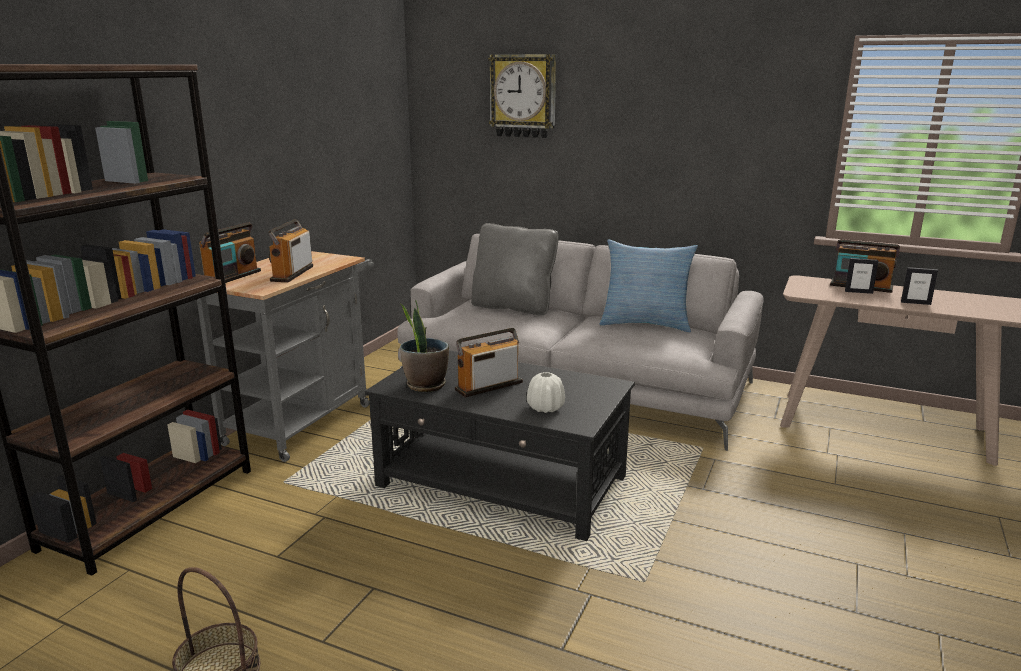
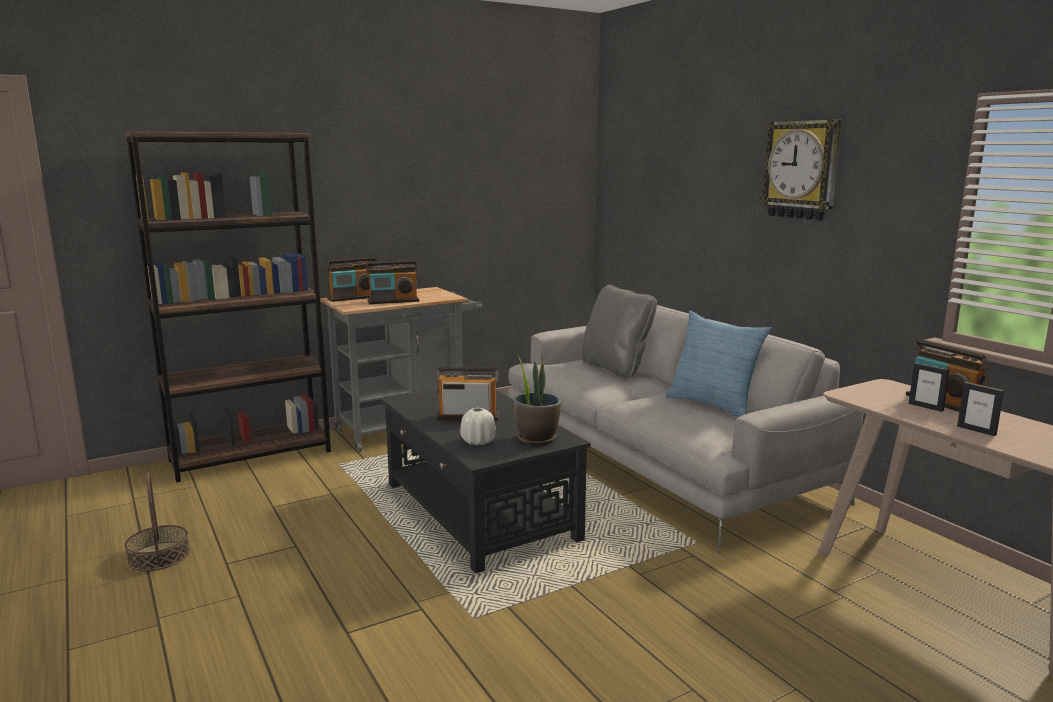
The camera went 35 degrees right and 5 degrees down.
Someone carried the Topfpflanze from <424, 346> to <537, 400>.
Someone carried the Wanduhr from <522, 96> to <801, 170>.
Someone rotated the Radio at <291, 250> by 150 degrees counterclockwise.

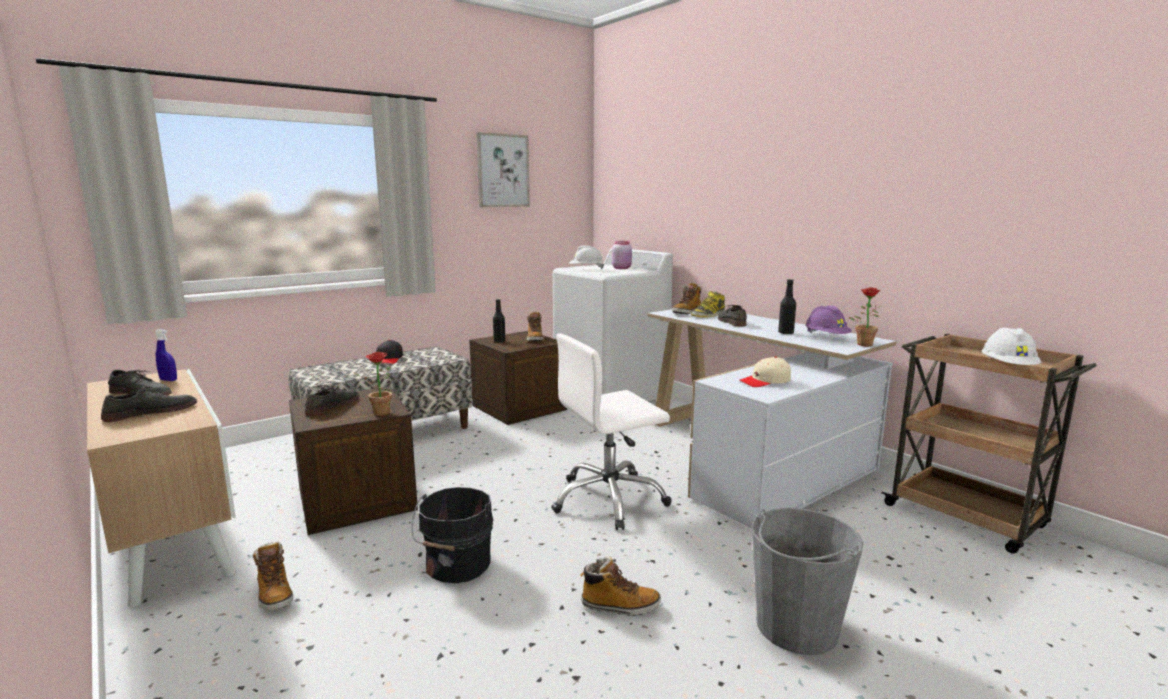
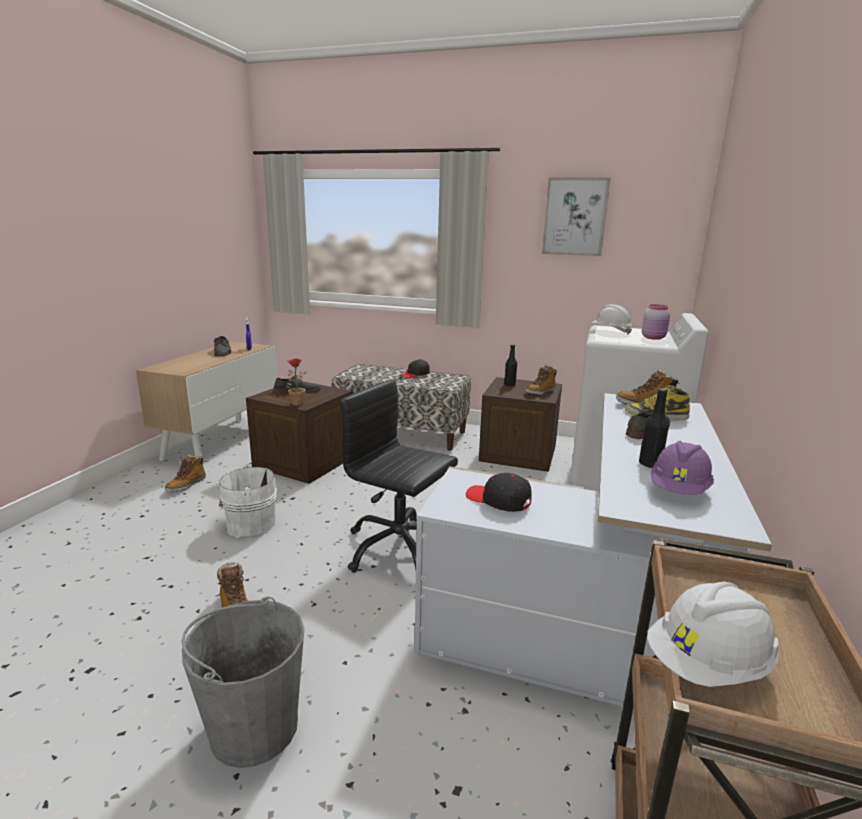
The camera went 55 degrees right and 5 degrees up.
Someone took away the Schuh [grau] at <149, 404>.
Someone took away the Topfpflanze at <865, 316>.
Someone repainted the Eimer [schwarz] at <452, 535>, which became the Eimer [weiß] at <248, 500>.
Someone repainted the Bürostuhl [weiß] at <611, 431>, which became the Bürostuhl [schwarz] at <399, 476>.
Someone repainted the Kappe [beige] at <765, 372>, which became the Kappe [schwarz] at <499, 492>.

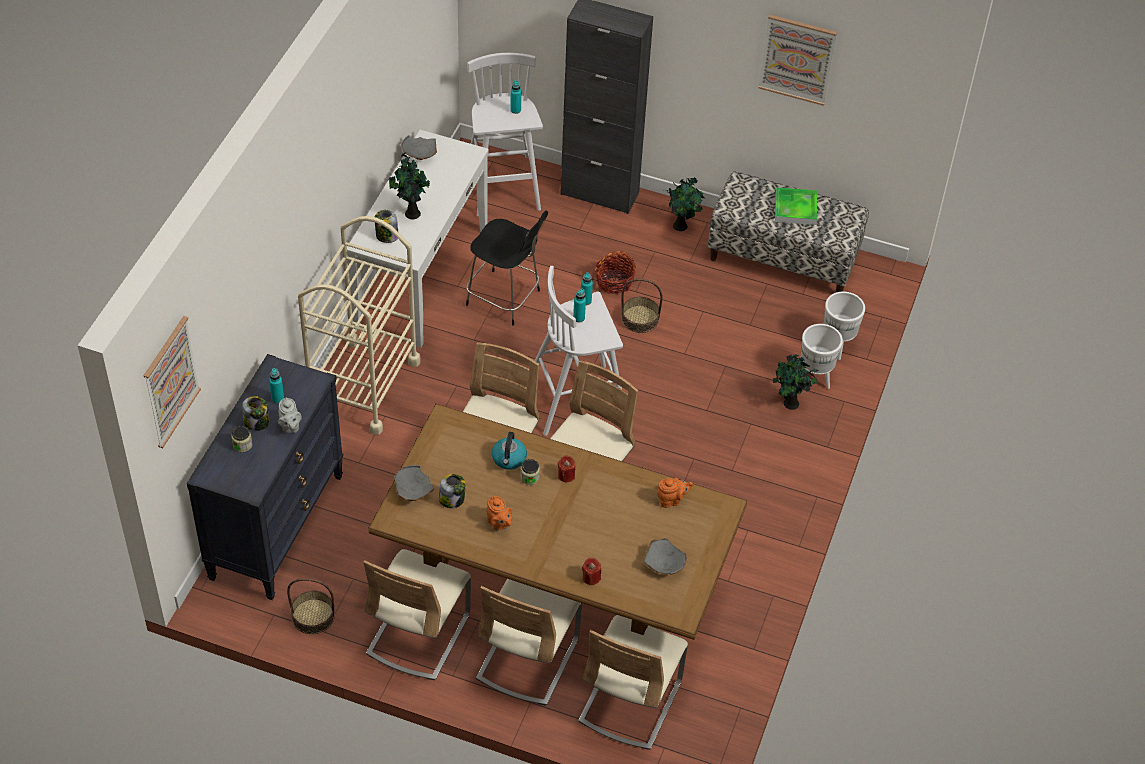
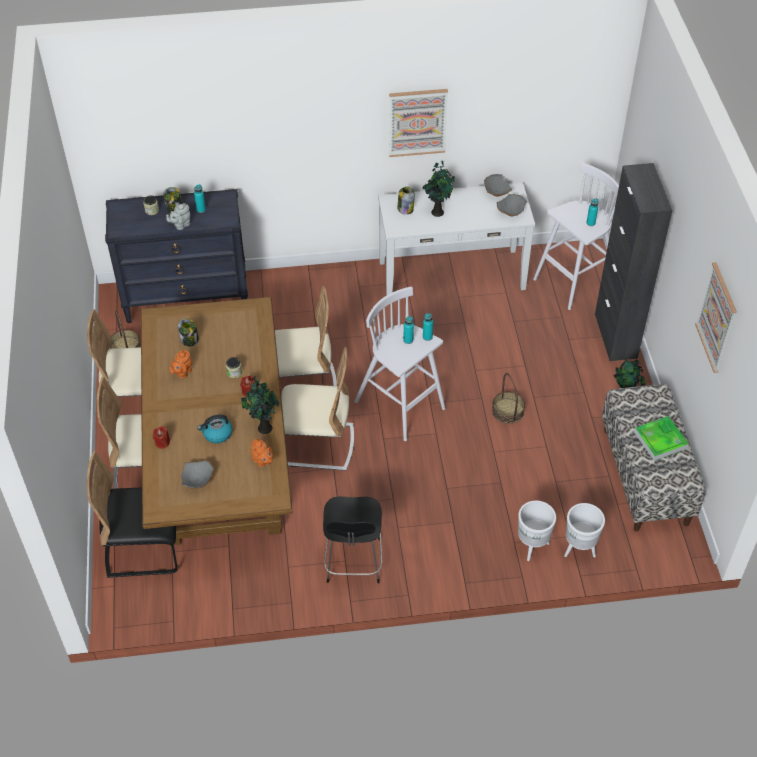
The camera went 65 degrees right and 0 degrees up.
Someone took away the Rollwagen [beige] at <359, 325>.
Someone took away the Korb at <615, 273>.
Someone carried the Bild from <172, 382> to <418, 123>.
Someone carried the Schüssel [grau] from <414, 483> to <512, 205>.
Someone carried the Hocker [schwarz] from <507, 268> to <352, 539>.
Someone carried the Wasserkessel from <509, 451> to <214, 428>.
Someone carried the Topfpflanze from <796, 382> to <260, 405>.
Someone repainted the Stuhl [beige] at <633, 682>, which became the Stuhl [schwarz] at <132, 514>.

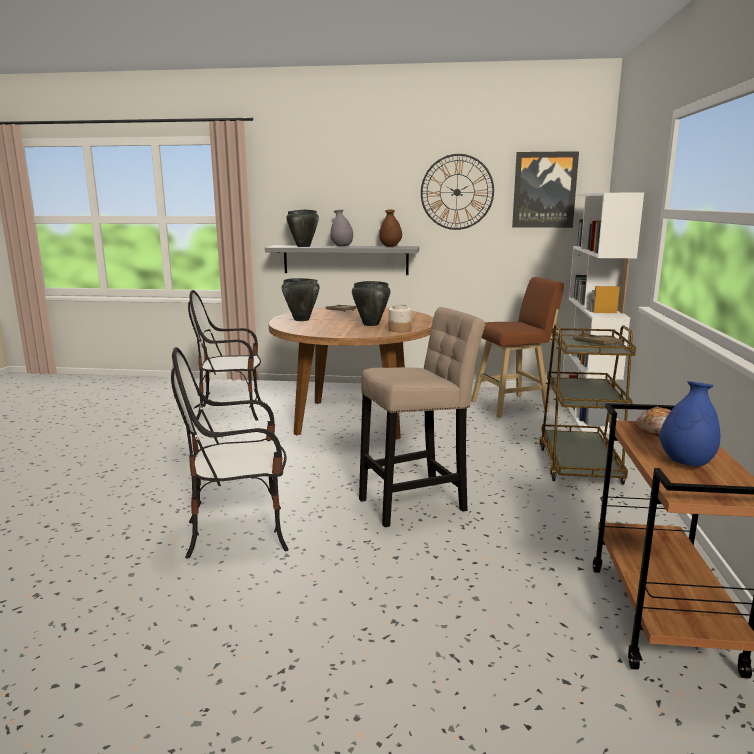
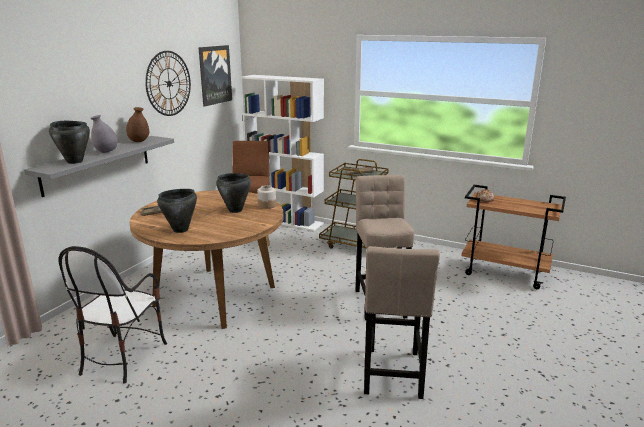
The camera went 70 degrees left and 5 degrees up.
Someone took away the Vase [blau] at <689, 423>.
Someone swapped the Stuhl at <230, 452> for the Hocker [beige] at <402, 322>.

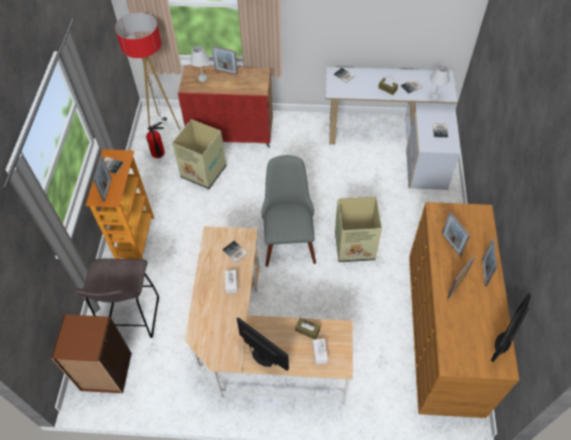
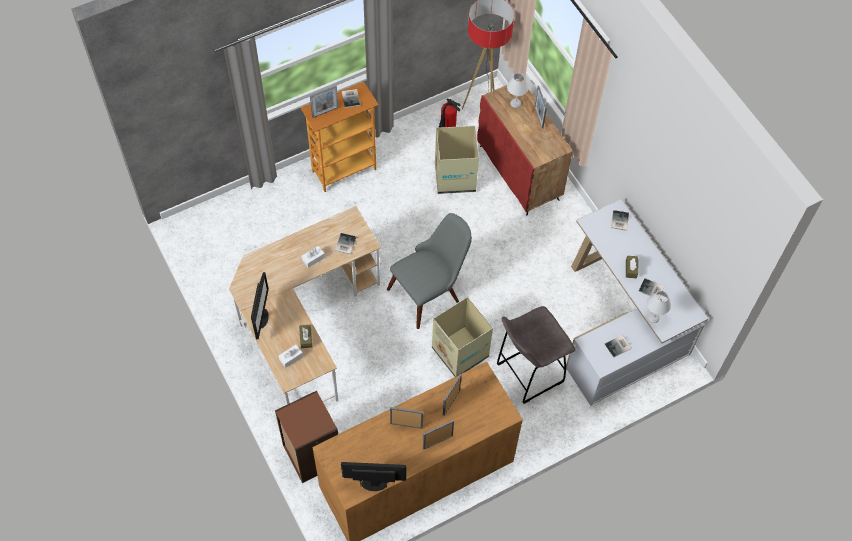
The camera went 55 degrees right and 5 degrees up.
Someone carried the Bücherregal [braun] from <91, 354> to <306, 437>.
Someone carried the Hocker [grau] from <116, 298> to <535, 355>.

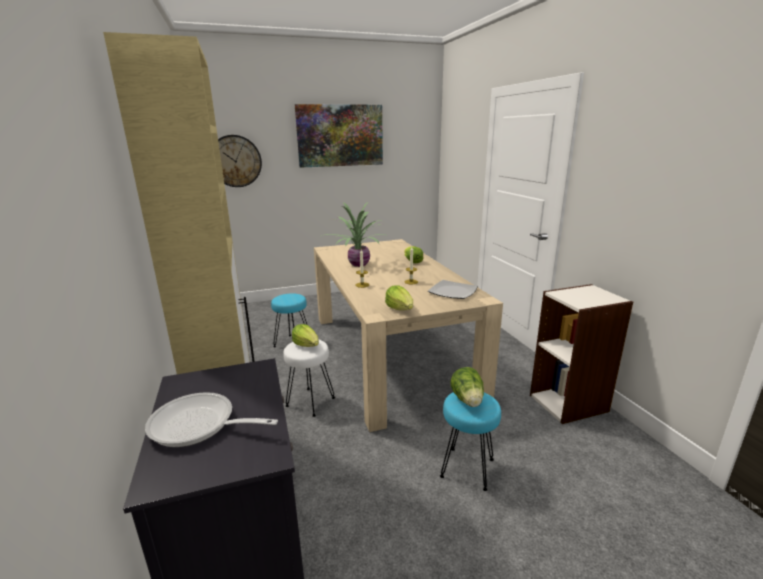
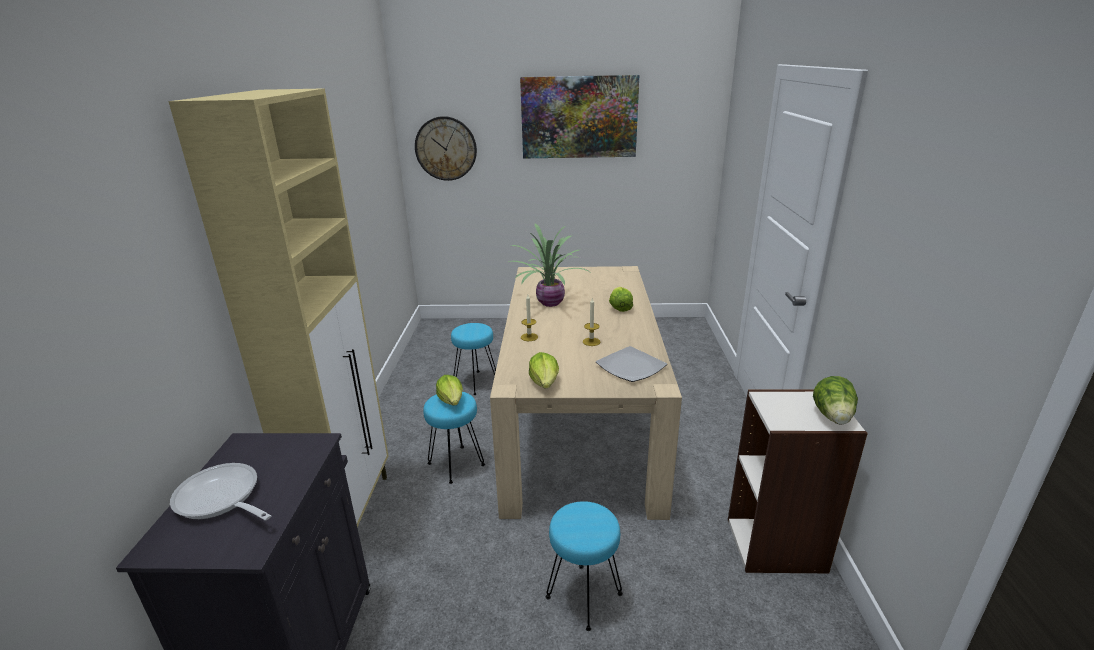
The camera went 20 degrees right and 5 degrees up.
Someone carried the Salatkopf from <467, 387> to <835, 400>.
Someone repainted the Hocker [weiß] at <309, 378>, which became the Hocker [türkis] at <454, 438>.

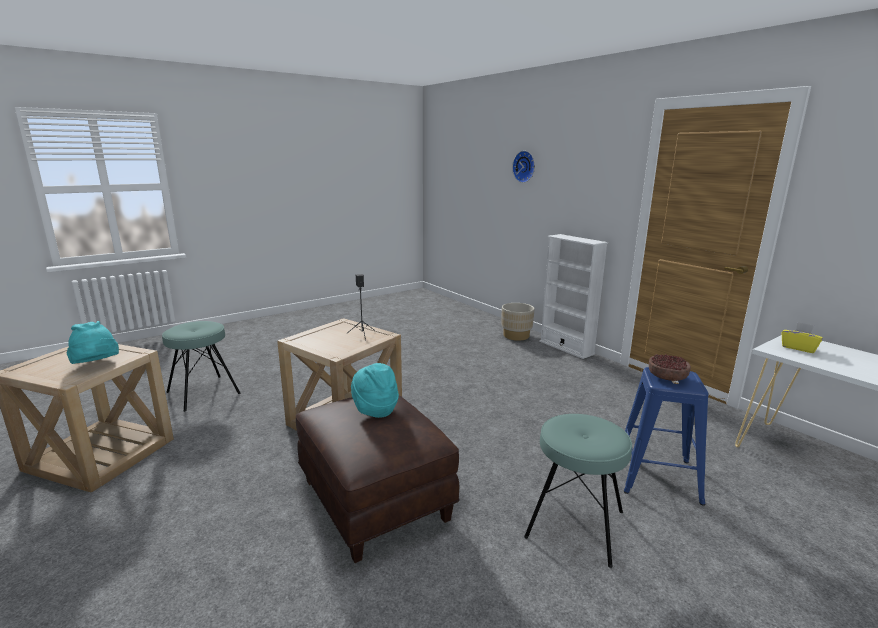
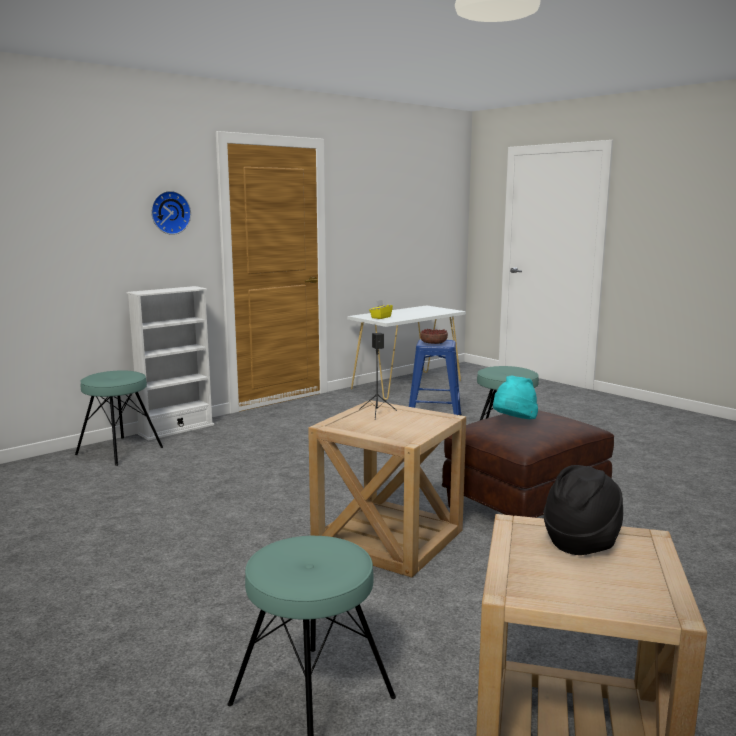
The camera went 95 degrees left and 5 degrees down.
Someone carried the Wanduhr from <523, 167> to <171, 213>.
Someone swapped the Pflanzkübel [beige] at <518, 322> for the Hocker [türkis] at <119, 418>.
Someone repainted the Hut [türkis] at <93, 342>, which became the Hut [schwarz] at <583, 510>.

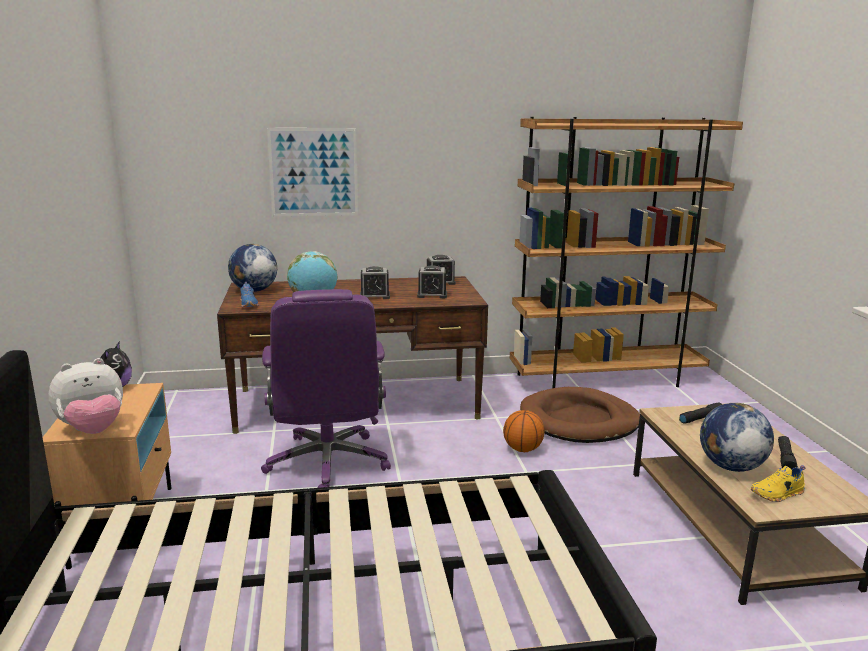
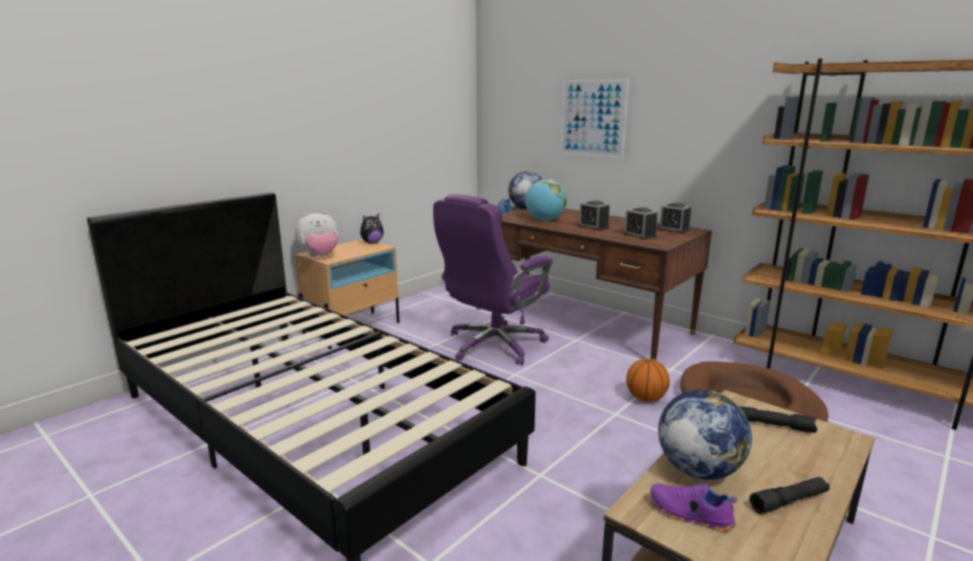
The camera went 50 degrees right and 0 degrees up.
Someone repainted the Schuh [gelb] at <778, 483>, which became the Schuh [lila] at <693, 507>.
Someone rotated the Plüschtier at <86, 396> by 45 degrees counterclockwise.

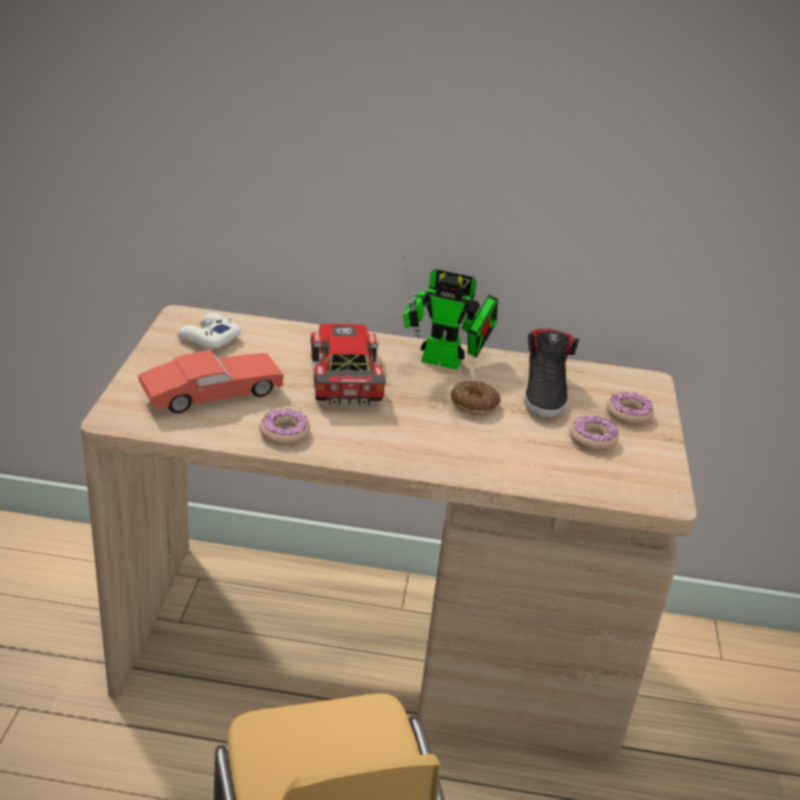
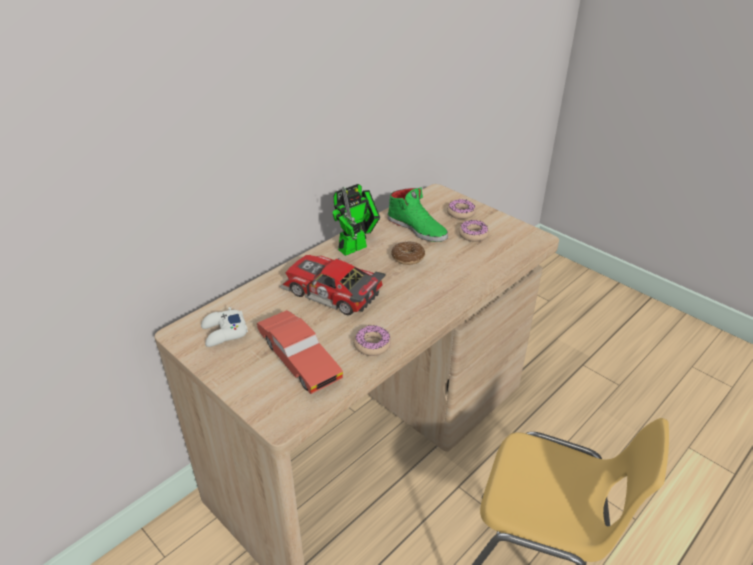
The camera went 50 degrees left and 5 degrees up.
Someone repainted the Schuh [schwarz] at <552, 373>, which became the Schuh [grün] at <417, 214>.
Someone rotated the Spielzeugauto [rot] at <211, 381> by 135 degrees clockwise.

